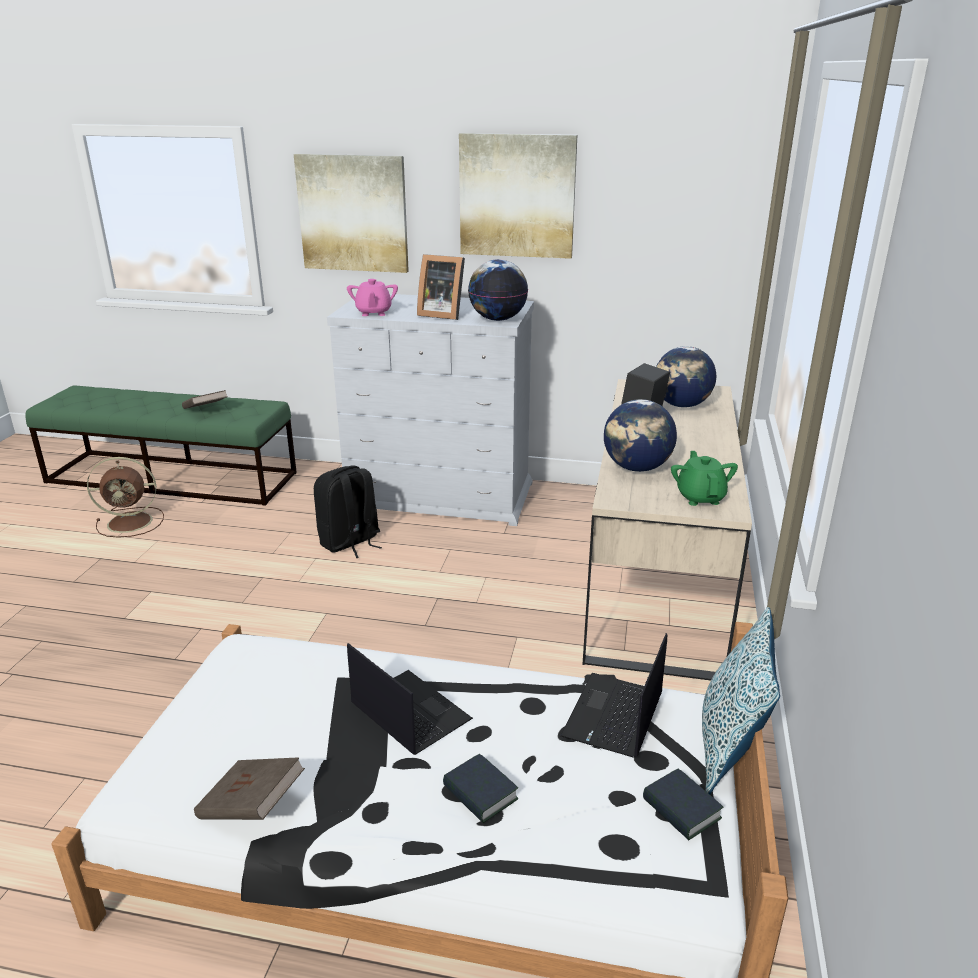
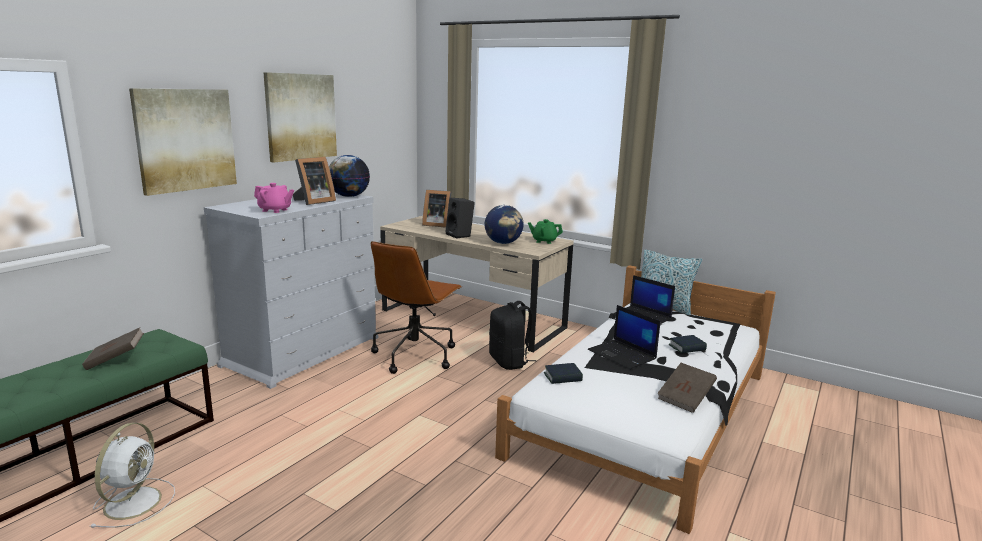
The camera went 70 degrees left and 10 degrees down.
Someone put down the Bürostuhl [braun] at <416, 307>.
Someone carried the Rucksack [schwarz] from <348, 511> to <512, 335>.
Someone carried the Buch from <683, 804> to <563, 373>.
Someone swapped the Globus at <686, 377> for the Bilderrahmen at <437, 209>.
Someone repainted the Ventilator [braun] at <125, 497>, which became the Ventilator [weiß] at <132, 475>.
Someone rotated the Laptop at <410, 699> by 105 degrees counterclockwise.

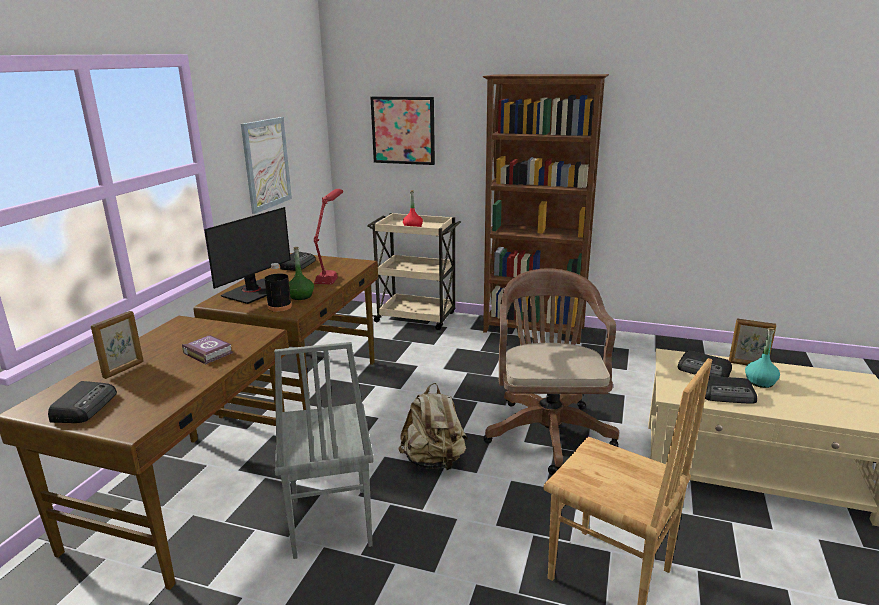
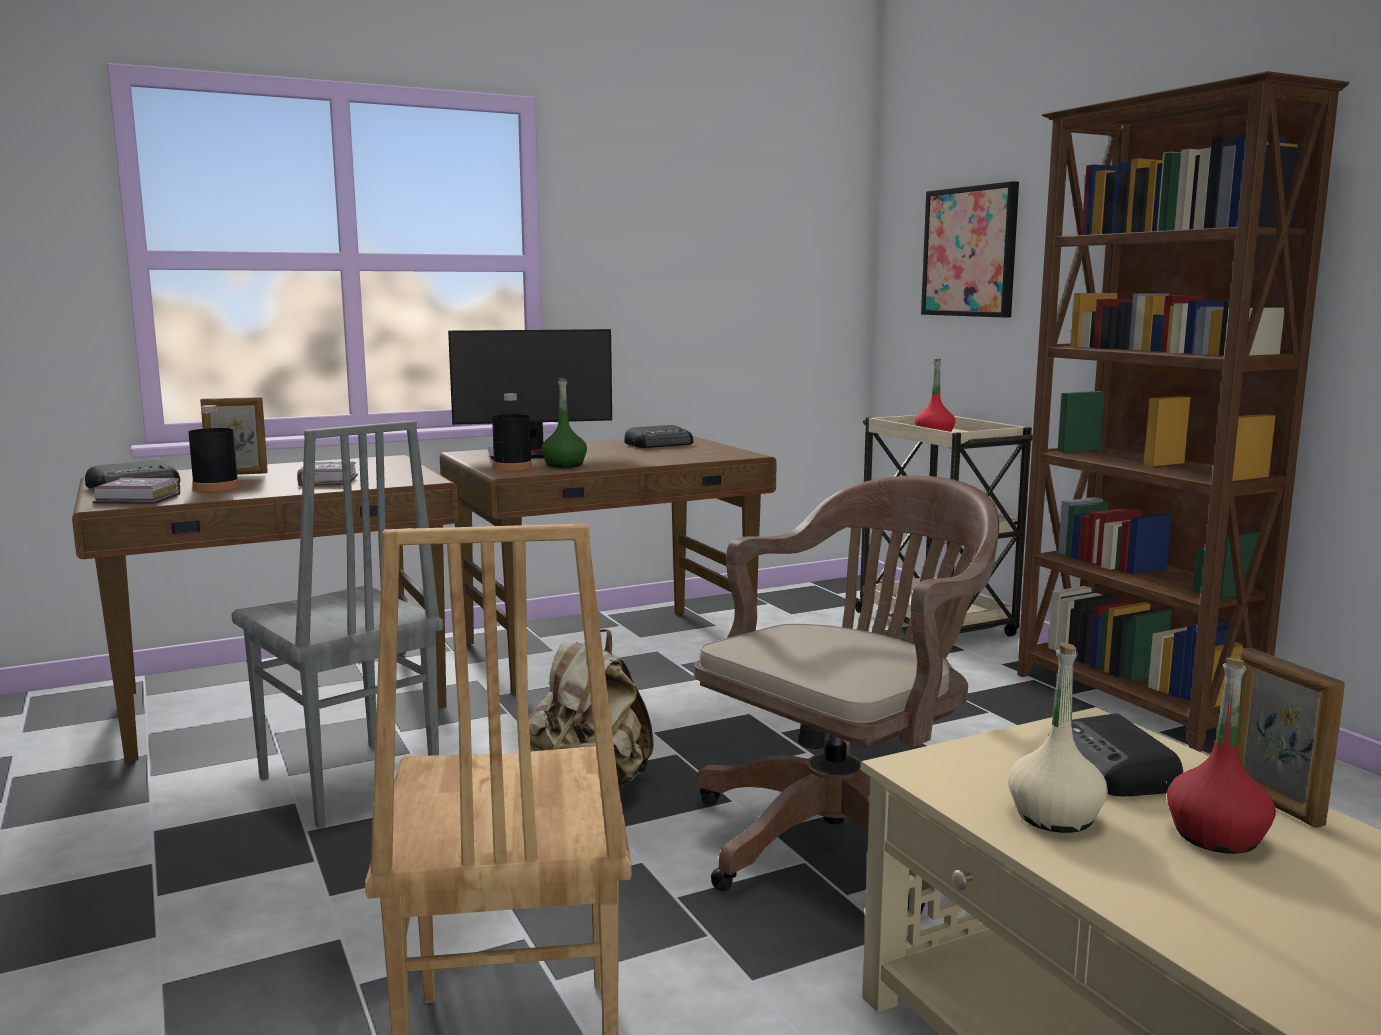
The camera went 45 degrees right and 10 degrees down.
Someone took away the Bild at <266, 165>.
Someone took away the Tischlampe [rot] at <328, 236>.
Someone put down the Buch at <135, 491>.
Someone put down the Flasche [schwarz] at <213, 448>.
Someone swapped the Radio at <731, 390> for the Flasche [beige] at <1058, 738>.
Someone repainted the Flasche [türkis] at <762, 358>, which became the Flasche [rot] at <1221, 756>.
Someone rotated the Stuhl [grau] at <324, 450> by 75 degrees counterclockwise.

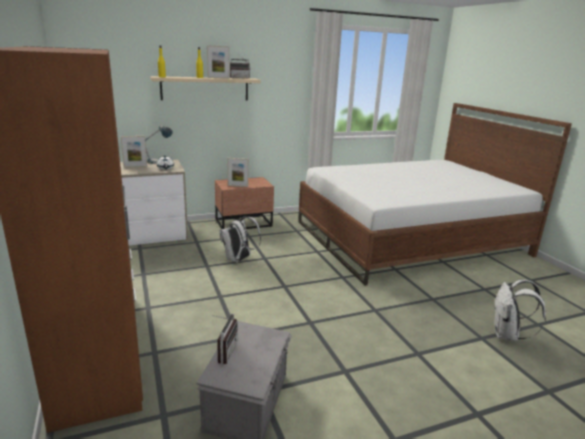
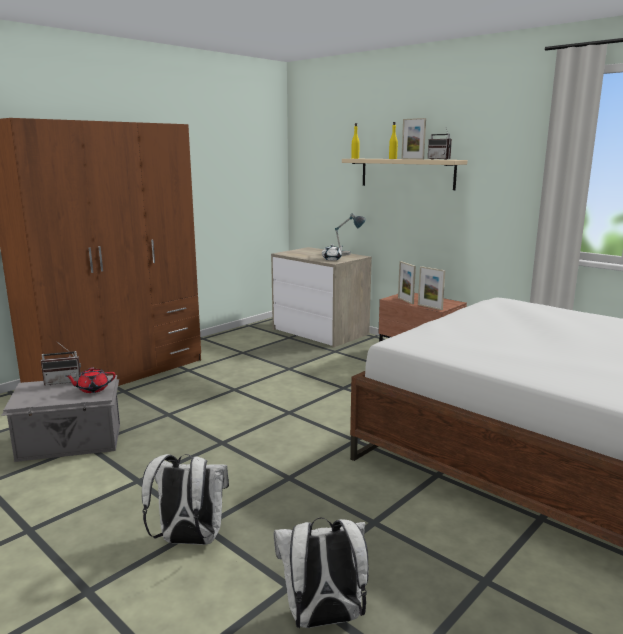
The camera went 65 degrees right and 5 degrees down.
Someone put down the Teekanne [rot] at <90, 380>.
Someone carried the Bilderrahmen from <134, 152> to <431, 288>.
Someone carried the Rucksack [weiß] from <240, 239> to <185, 499>.

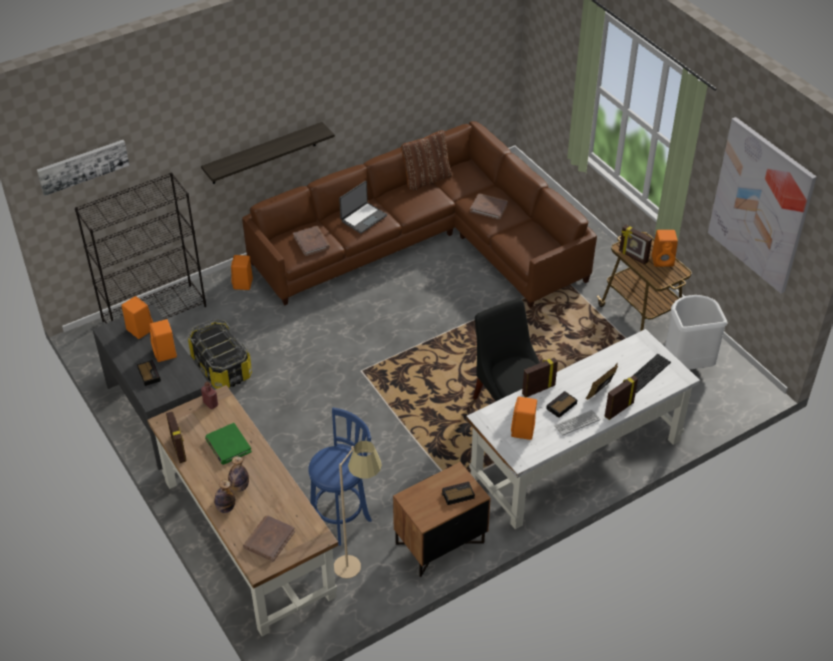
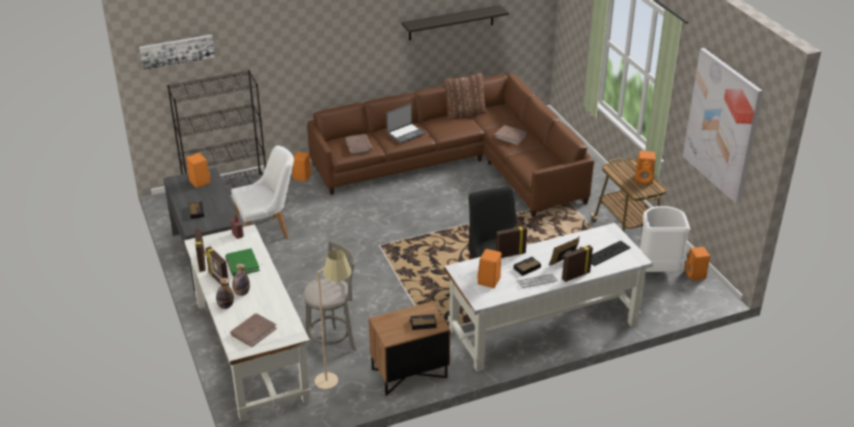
The camera went 10 degrees right and 10 degrees down.
Someone carried the Lautsprecher [orange] from <163, 340> to <697, 264>.
Someone carried the Wandregal from <268, 153> to <455, 22>.
Someone carried the Bilderrahmen from <635, 245> to <217, 266>.
Someone swapped the Aufbewahrungsbox at <220, 354> for the Stuhl [weiß] at <262, 192>.
Someone repainted the Schreibtisch [braun] at <243, 510>, which became the Schreibtisch [weiß] at <247, 323>.
Someone repainted the Hocker [blau] at <340, 476>, which became the Hocker [grau] at <330, 301>.

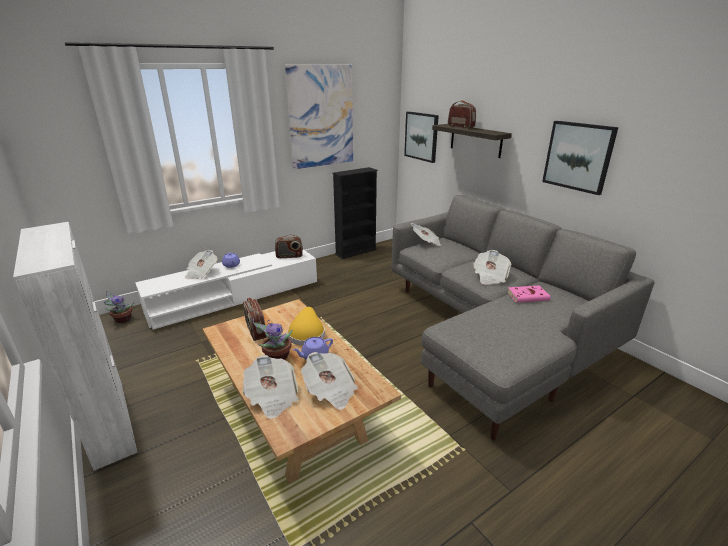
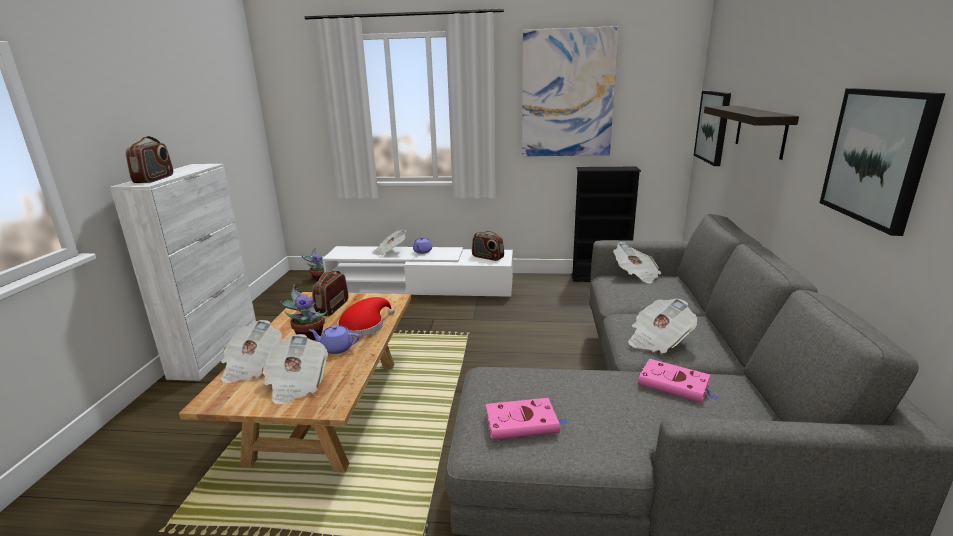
The camera went 40 degrees right and 5 degrees down.
Someone put down the Buch [rosa] at <526, 419>.
Someone carried the Radio from <462, 114> to <149, 159>.
Someone repainted the Hut [gelb] at <306, 326>, which became the Hut [rot] at <366, 317>.

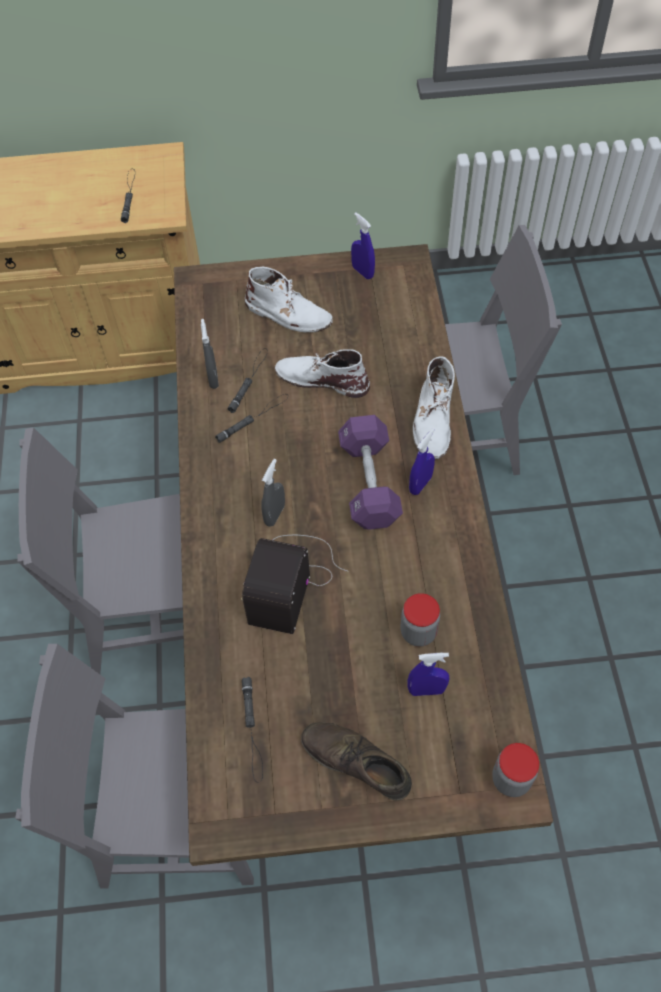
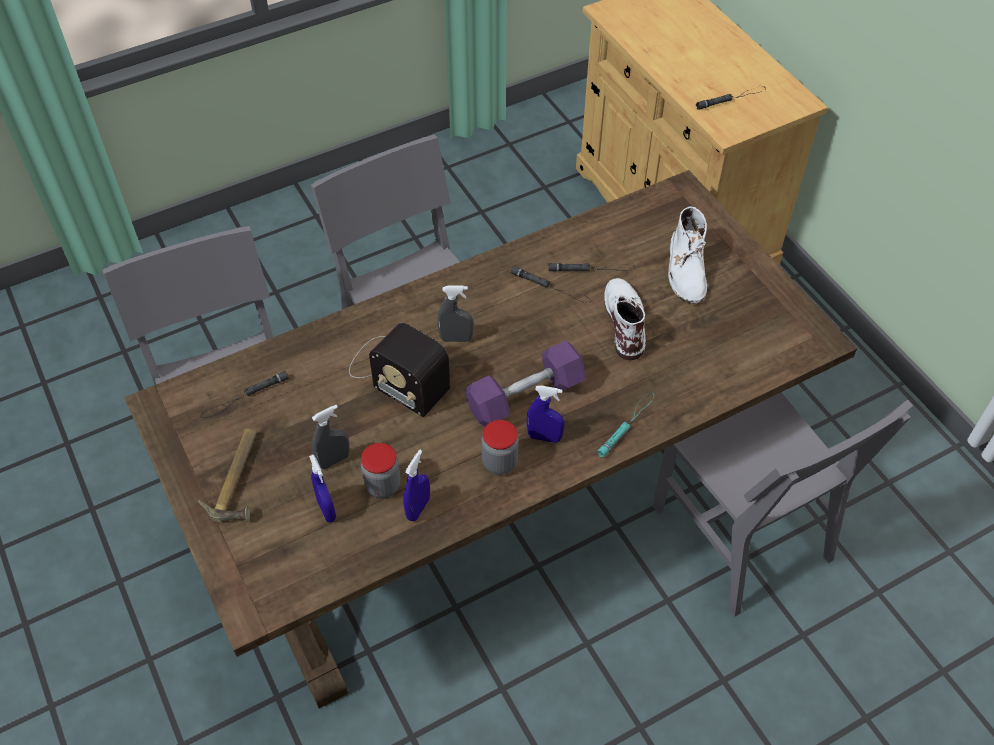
The camera went 65 degrees right and 5 degrees down.
Someone carried the Sprühflasche [grau] from <210, 354> to <331, 437>.
Someone carried the Sprühflasche [blau] from <363, 246> to <416, 485>.
Someone carried the Vorratsglas from <515, 770> to <500, 447>.
Someone swapped the Schuh [braun] at <356, 761> for the Hammer at <227, 475>.
Someone swapped the Stiefel [weiß] at <434, 407> for the Taschenlampe [türkis] at <625, 425>.
Someone rotated the Radio at <295, 584> by 135 degrees counterclockwise.

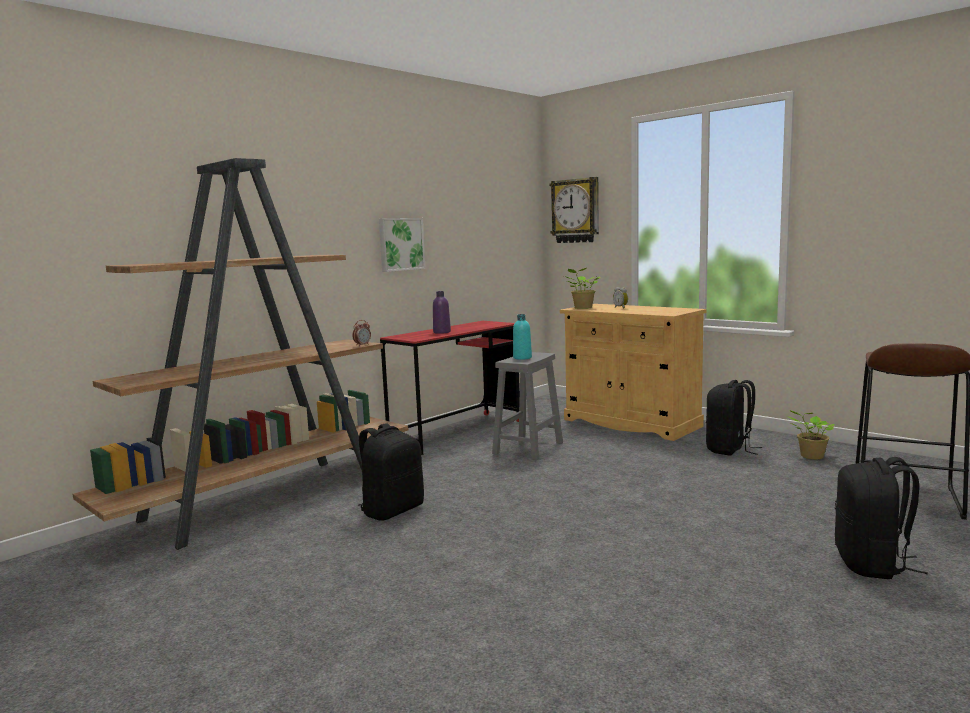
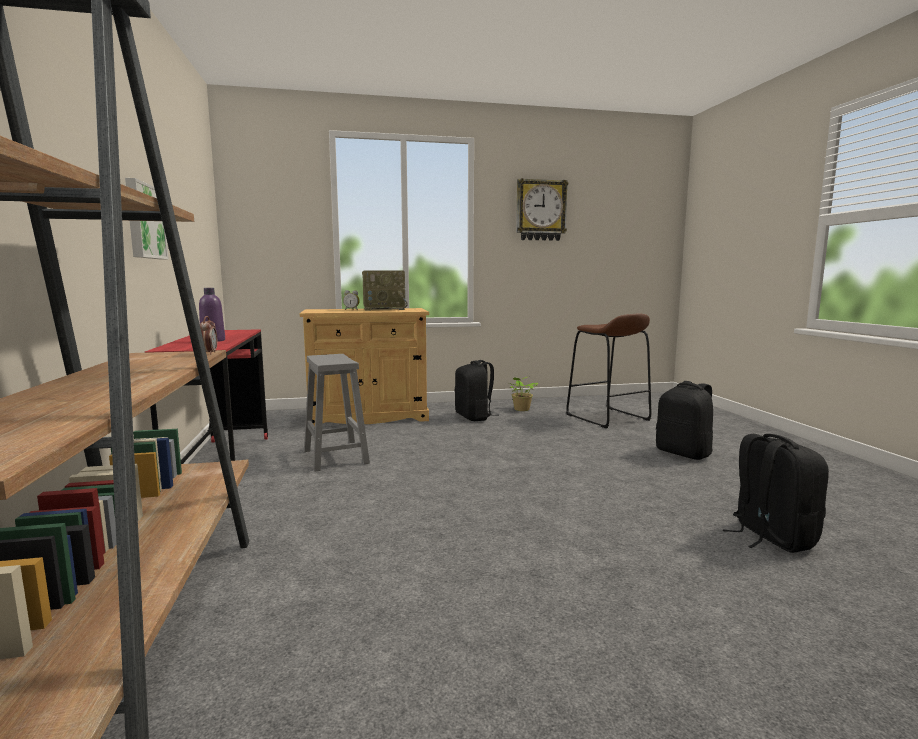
The camera went 55 degrees left and 0 degrees up.
Someone took away the Flasche [türkis] at <522, 337>.
Someone took away the Topfpflanze at <582, 288>.
Someone put down the Radio at <385, 290>.
Someone carried the Rucksack [schwarz] from <391, 472> to <776, 493>.
Someone carried the Wanduhr from <574, 210> to <542, 209>.

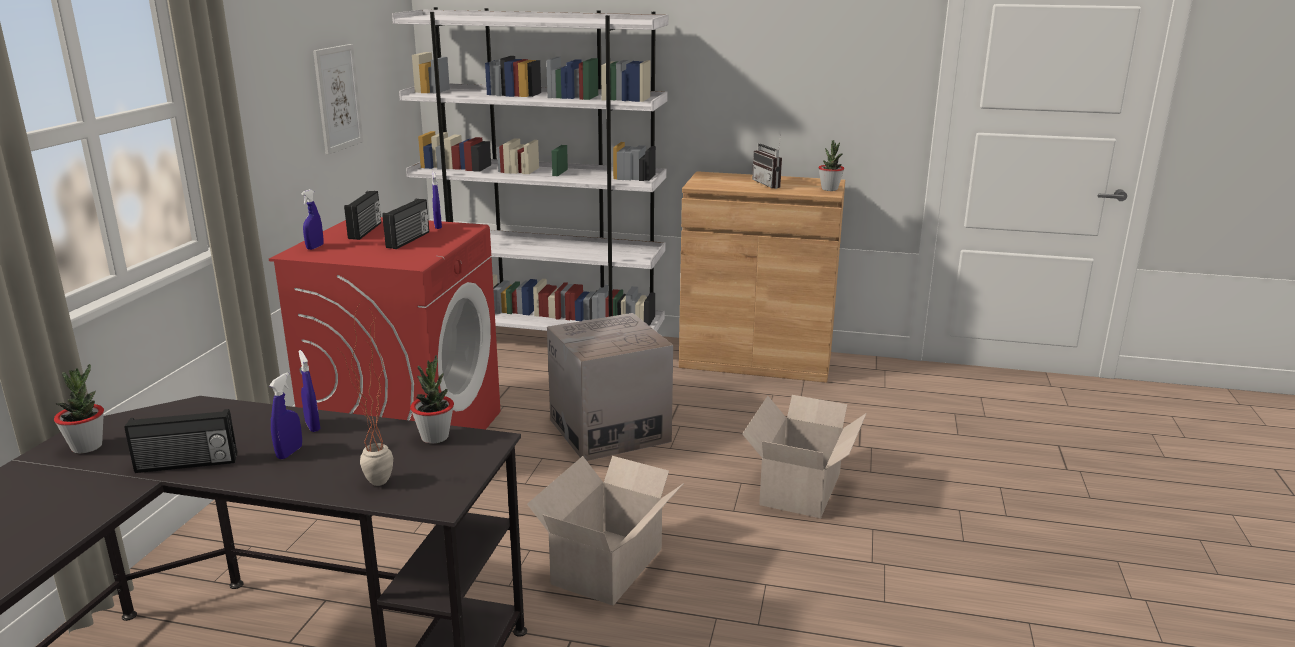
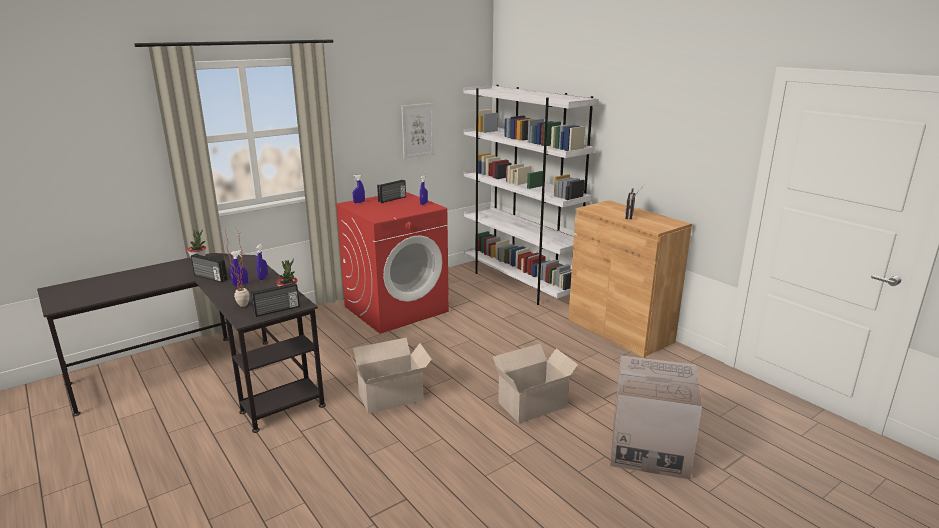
The camera went 40 degrees right and 0 degrees up.
Someone took away the Topfpflanze at <831, 165>.
Someone carried the Radio from <405, 224> to <275, 299>.
Someone carried the Karton from <610, 387> to <656, 417>.

